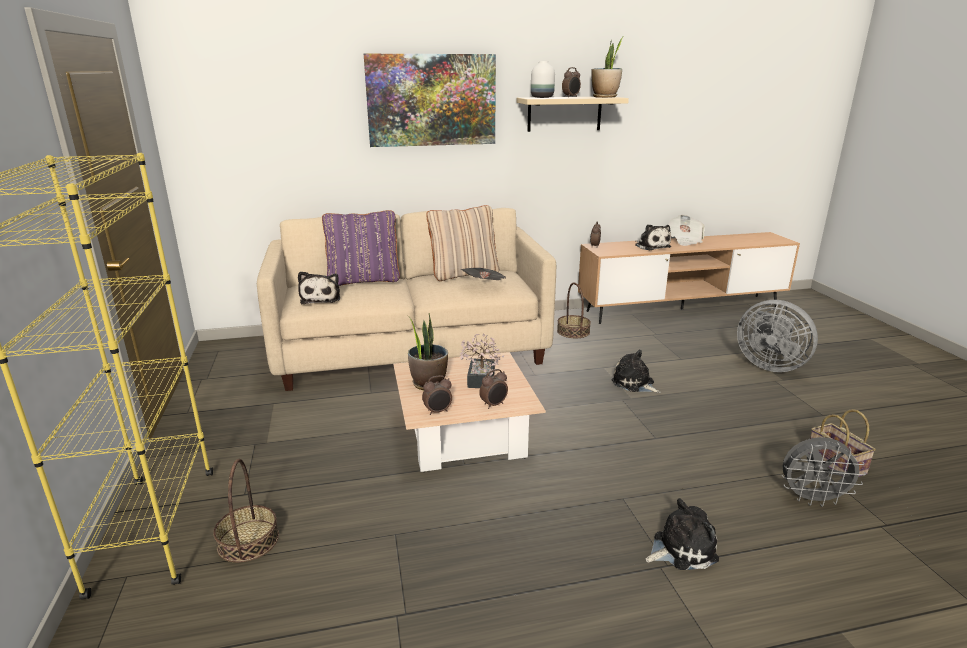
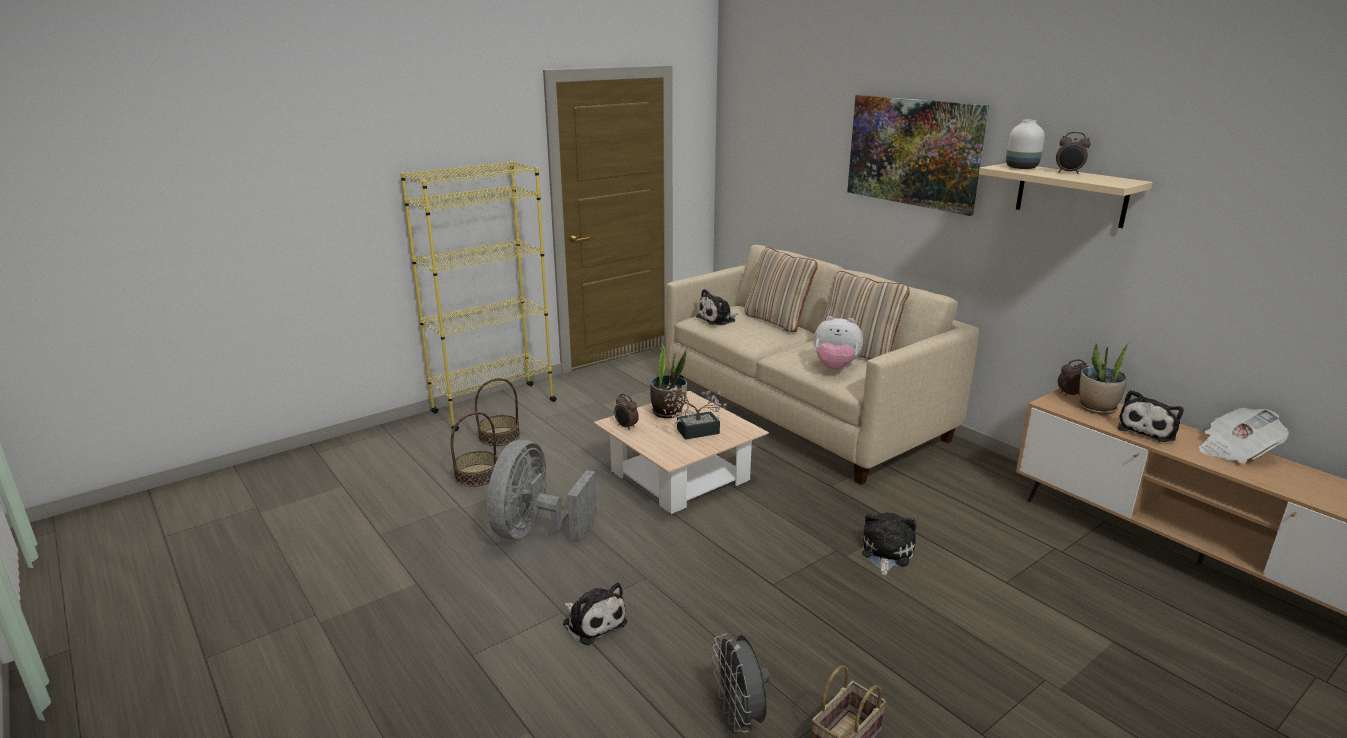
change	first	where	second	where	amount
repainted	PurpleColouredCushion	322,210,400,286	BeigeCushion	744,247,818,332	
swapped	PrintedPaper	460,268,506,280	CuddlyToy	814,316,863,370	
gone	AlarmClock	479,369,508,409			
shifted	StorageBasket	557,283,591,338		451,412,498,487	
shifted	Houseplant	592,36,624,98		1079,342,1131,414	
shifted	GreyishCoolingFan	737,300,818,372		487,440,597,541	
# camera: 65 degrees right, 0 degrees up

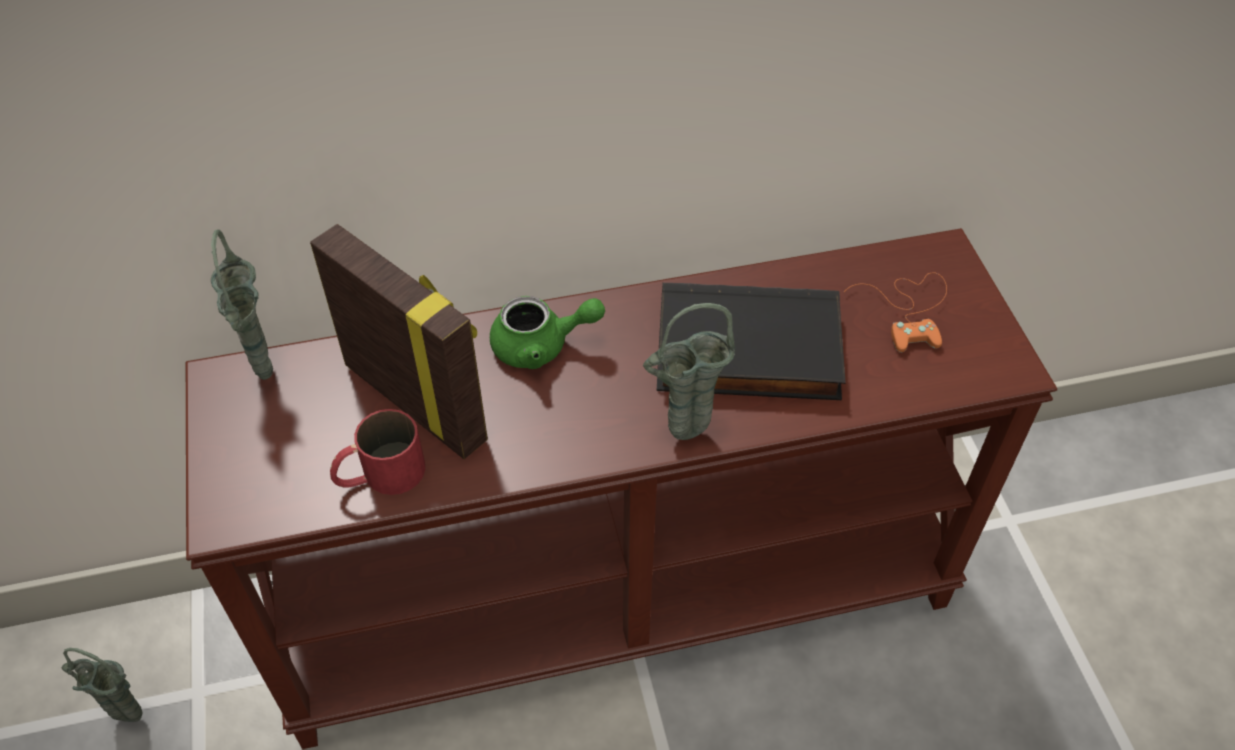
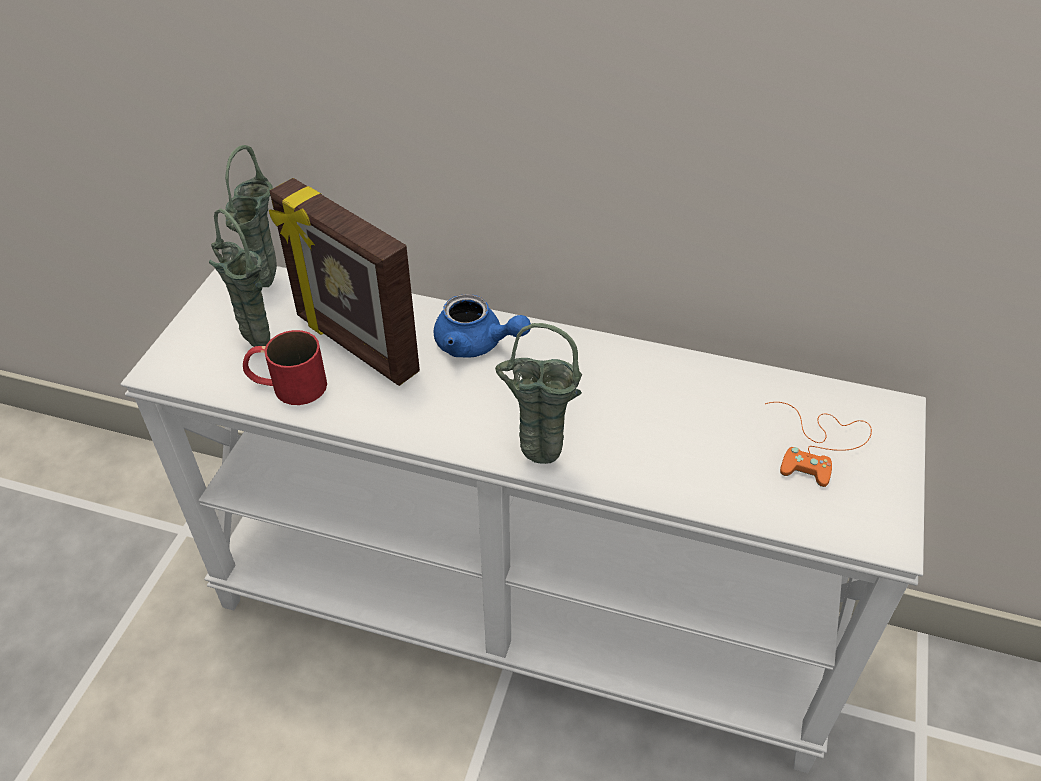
change	first	where	second	where	amount
shifted	GreenishVase	61,648,143,722		209,208,270,347	
repainted	BrownColouredNarrowTable	186,228,1057,749	WhiteColouredNarrowTable	121,258,926,773	
rotated	PictureFrame	310,224,488,459		269,178,420,386	150 degrees clockwise
repainted	GreenishTeaPot	490,296,605,369	BlueColouredTeaPot	434,294,531,358	
gone	BlackBoundBook	657,283,846,400			
# camera: 30 degrees right, 5 degrees down

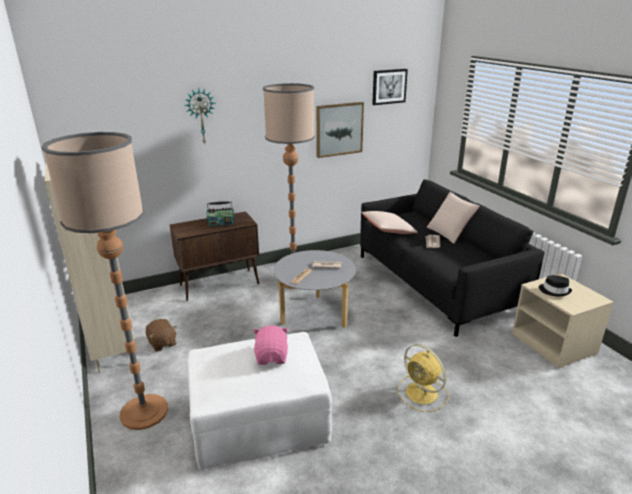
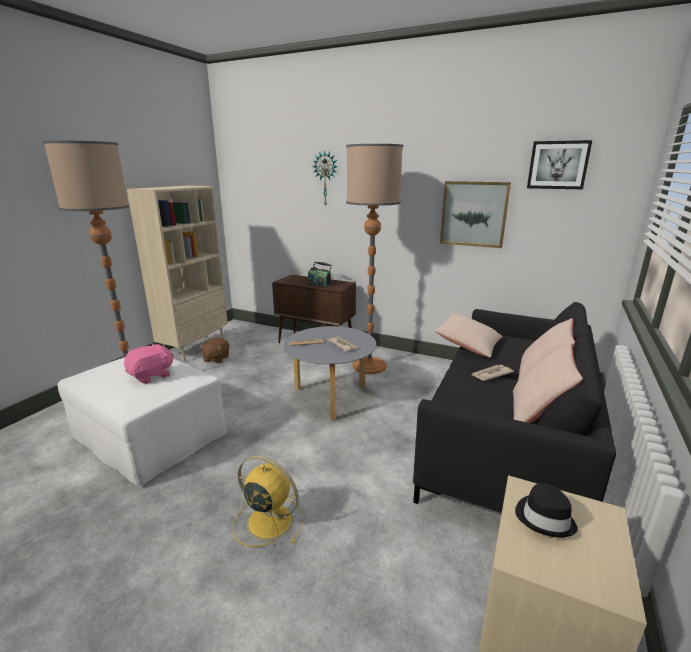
change	first	where	second	where	amount
rotated	YellowishCoolingFan	397,344,449,412		233,456,304,547	105 degrees clockwise
new			BeigeCushion	513,343,583,423	
# camera: 50 degrees right, 5 degrees down

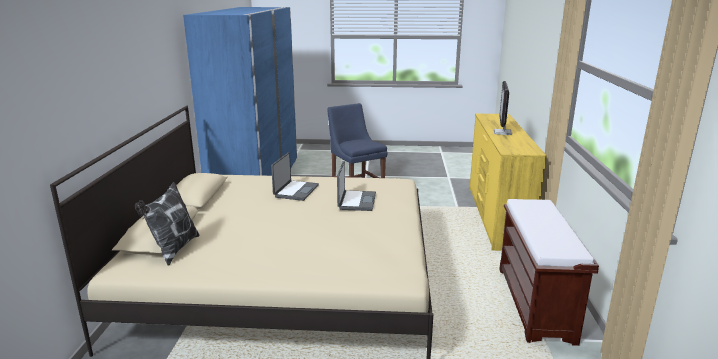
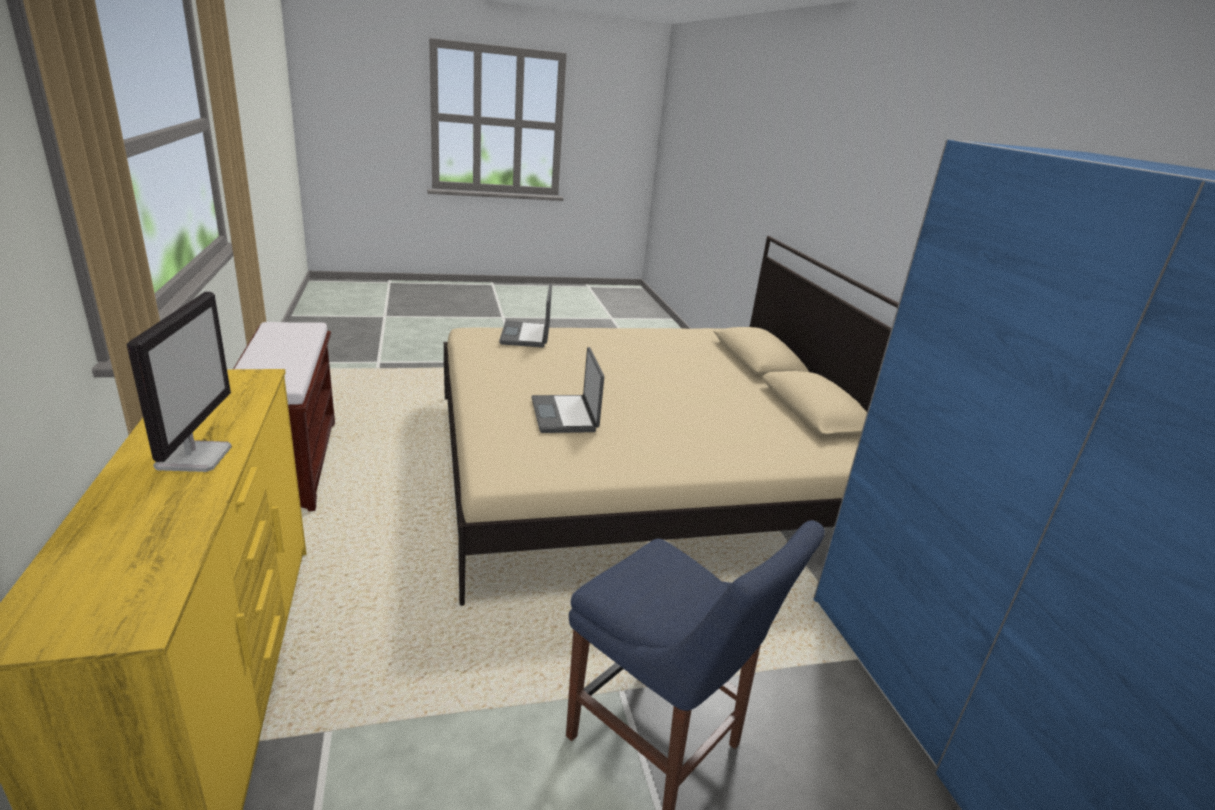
change	first	where	second	where	amount
gone	Cushion	135,182,200,266			
shifted	Laptop	271,152,319,201		499,284,552,348	
# camera: 160 degrees right, 5 degrees up

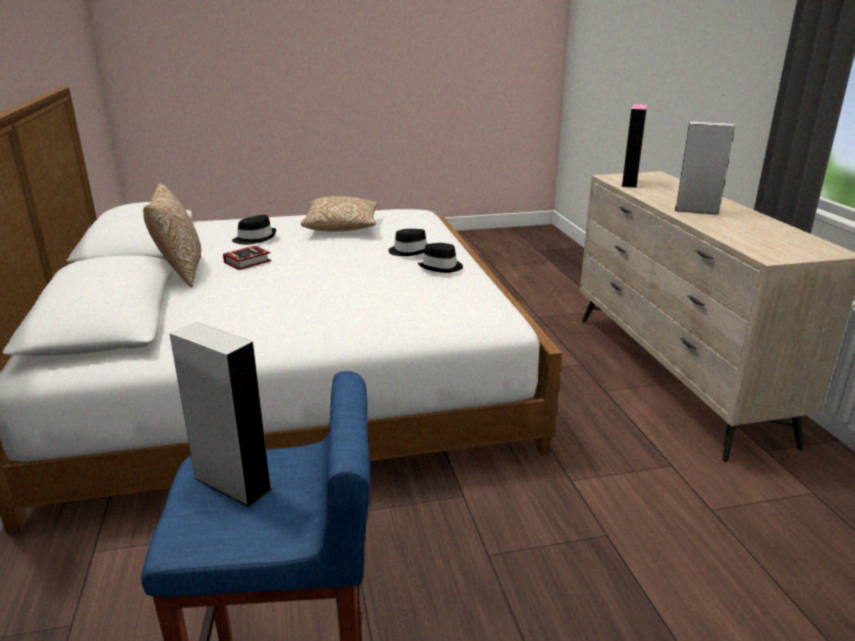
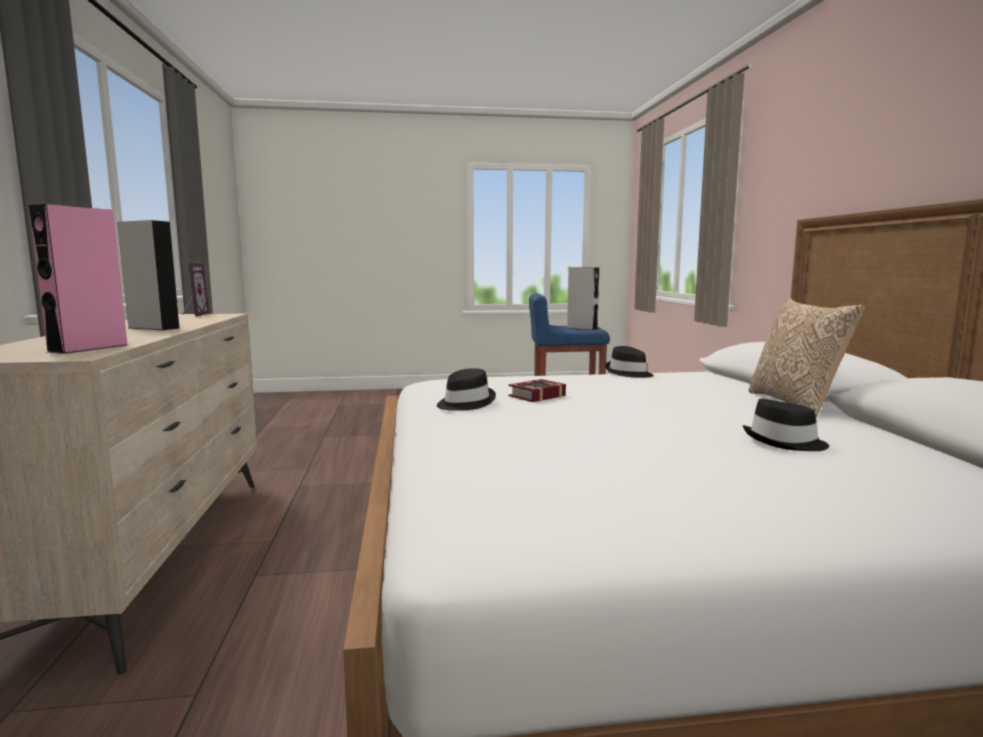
change	first	where	second	where	amount
shifted	BoundBook	223,246,271,270		508,379,566,402	
gone	Cushion	301,196,378,232			
shifted	BlackHat	388,229,427,256		605,346,654,378	
new			PictureFrame	182,263,210,317	
# camera: 175 degrees left, 15 degrees down

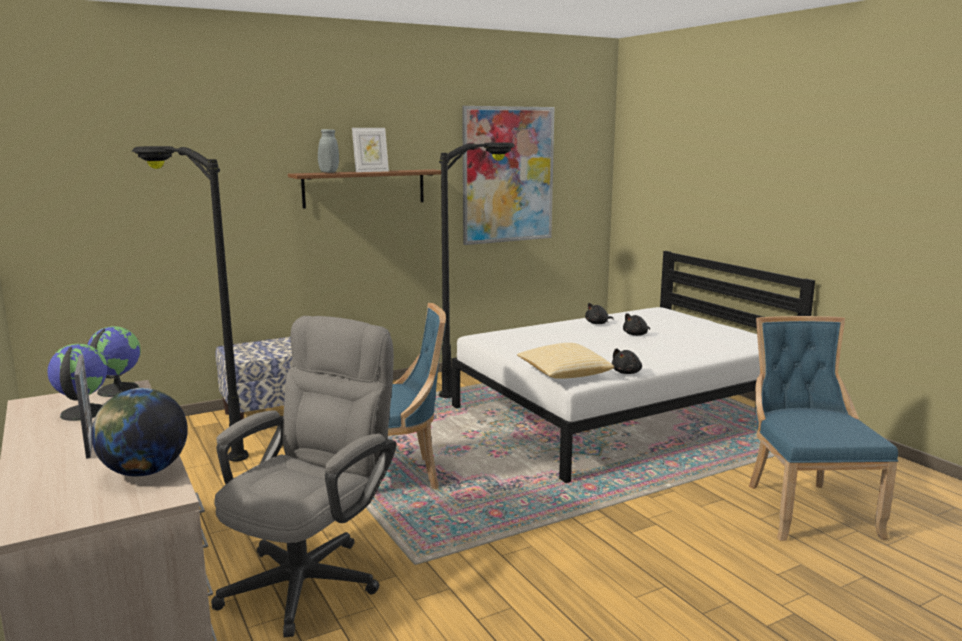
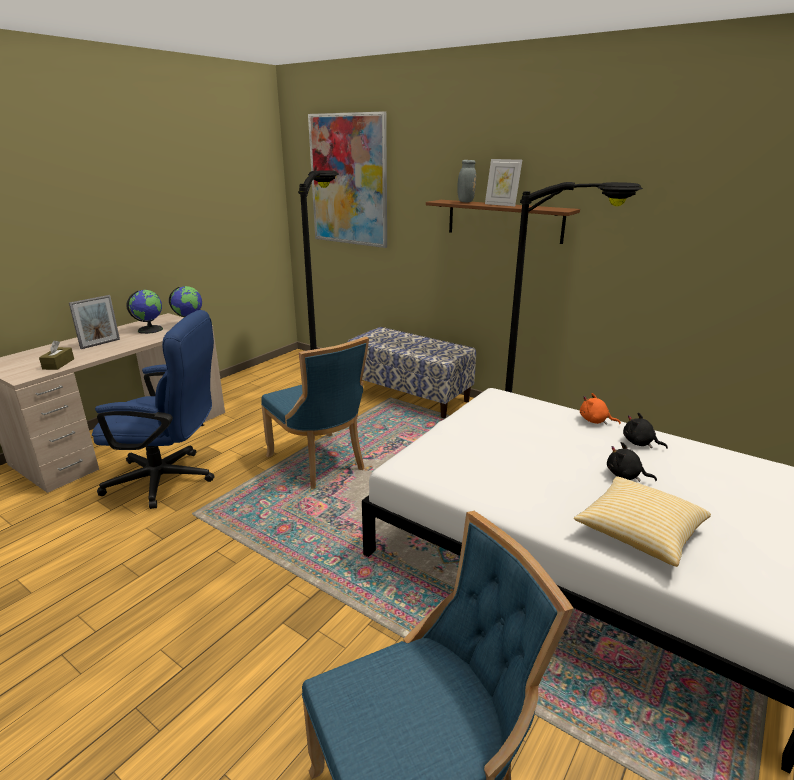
change	first	where	second	where	amount
swapped	WorldGlobe	91,388,188,477	BrownColouredTissueBox	39,340,74,370	
repainted	GreyishDeskChair	211,316,397,637	BlueColouredDeskChair	92,310,214,509	
shifted	WallPicture	462,106,554,245		308,111,387,248	
shifted	Cushion	517,343,614,379		574,477,711,567	
gone	BlackCuddlyToy	612,348,642,374			
new			OrangeColouredCuddlyToy	580,393,621,425	
# camera: 65 degrees right, 10 degrees up

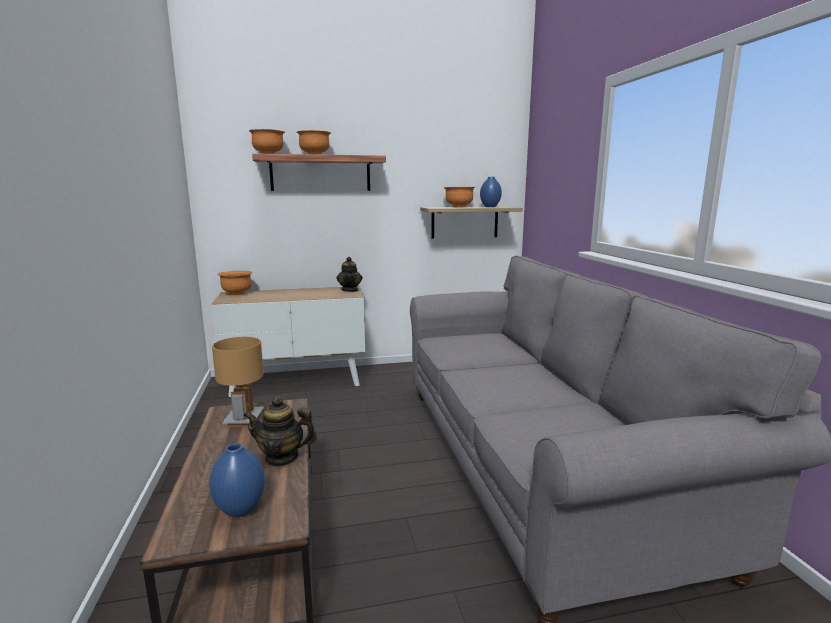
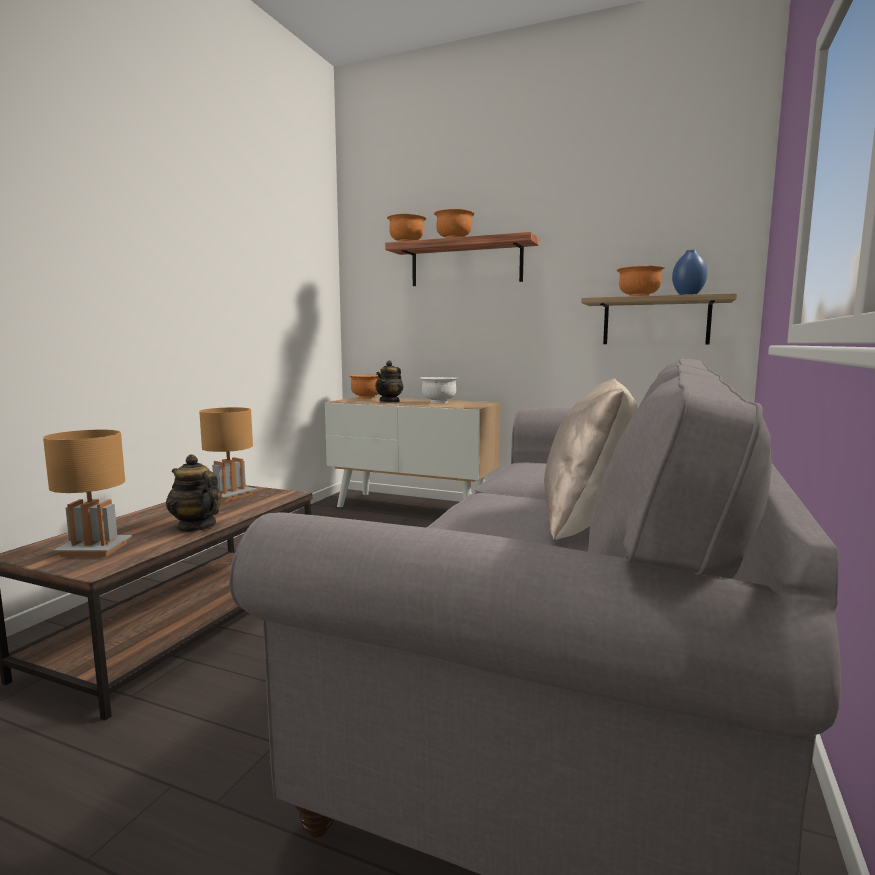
change	first	where	second	where	amount
swapped	BlueColouredVase	209,443,265,517	BrownColouredTableLamp	43,429,132,557	
shifted	TeaPot	337,257,362,292		375,360,403,402	
new			WhiteColouredDeepDish	420,377,458,403	
new			BeigeCushion	544,378,638,540	
# camera: 35 degrees right, 5 degrees down

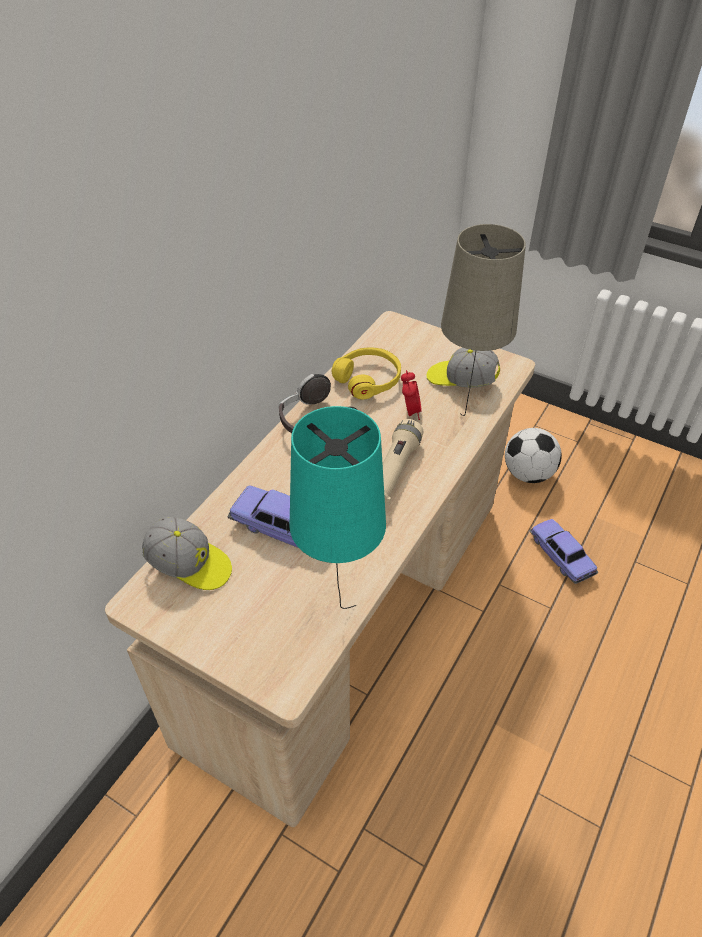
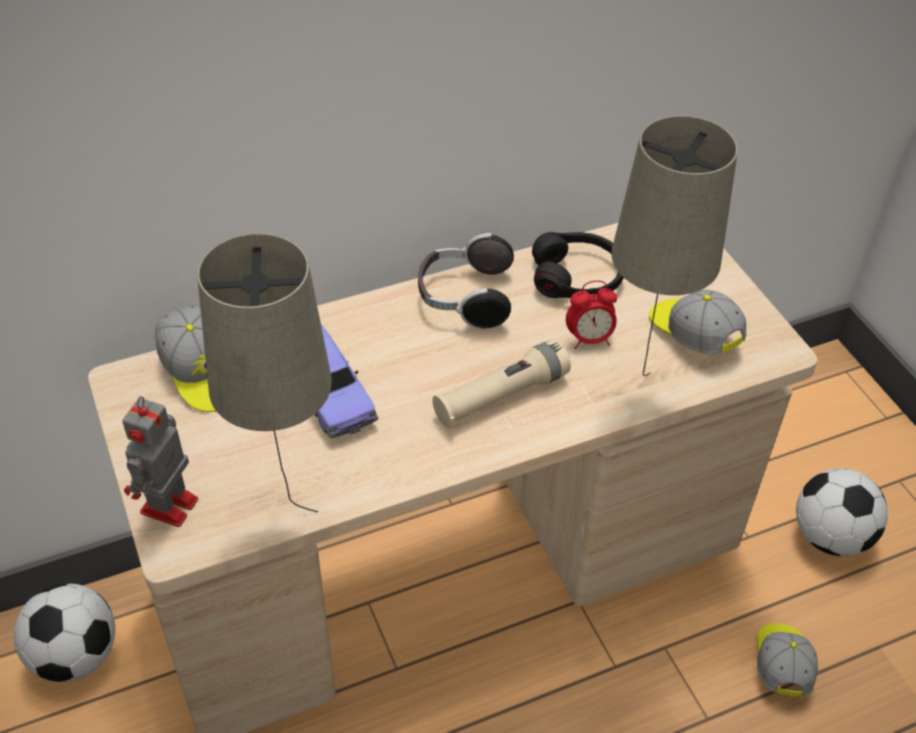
change	first	where	second	where	amount
repainted	BlueGreenTableLamp	290,406,386,609	BeigeTableLamp	197,233,332,512	
repainted	YellowishPairOfHeadphones	332,348,401,399	BlackPairOfHeadphones	532,232,624,298	
rotated	AlarmClock	401,370,422,420		566,281,617,349	45 degrees clockwise
swapped	ModelCar	530,519,598,584	PeakedCap	757,623,818,697	
new			FootballBall	14,584,115,682	
new			ModelRobot	122,397,198,527	
# camera: 35 degrees right, 0 degrees up

